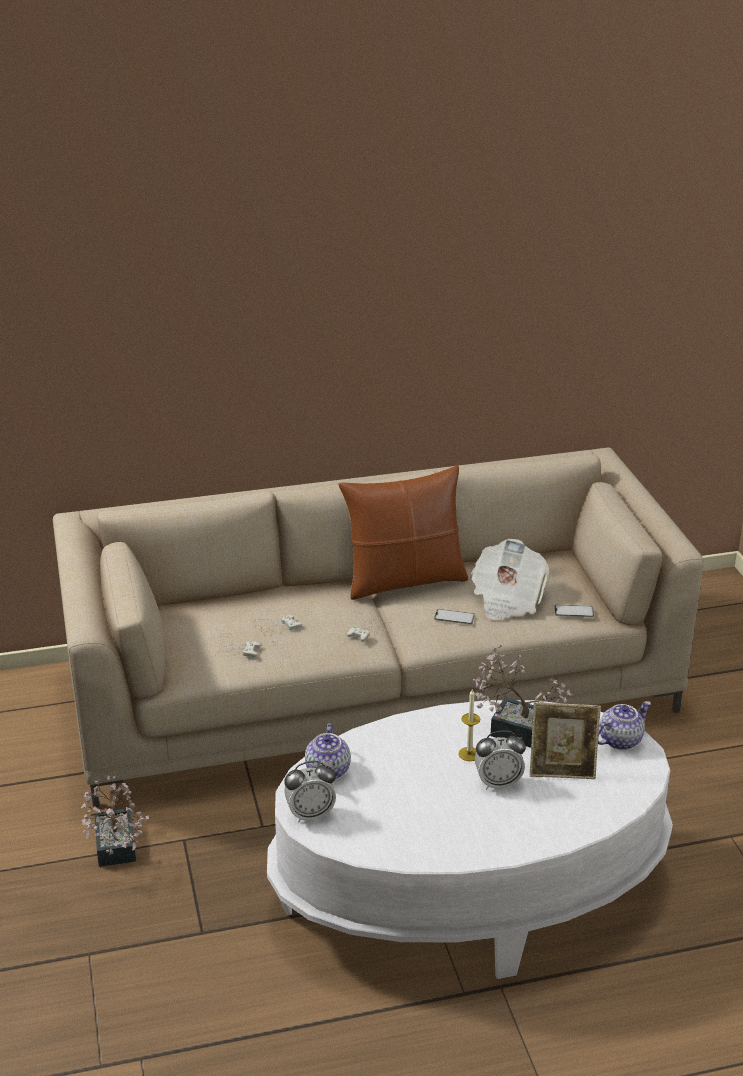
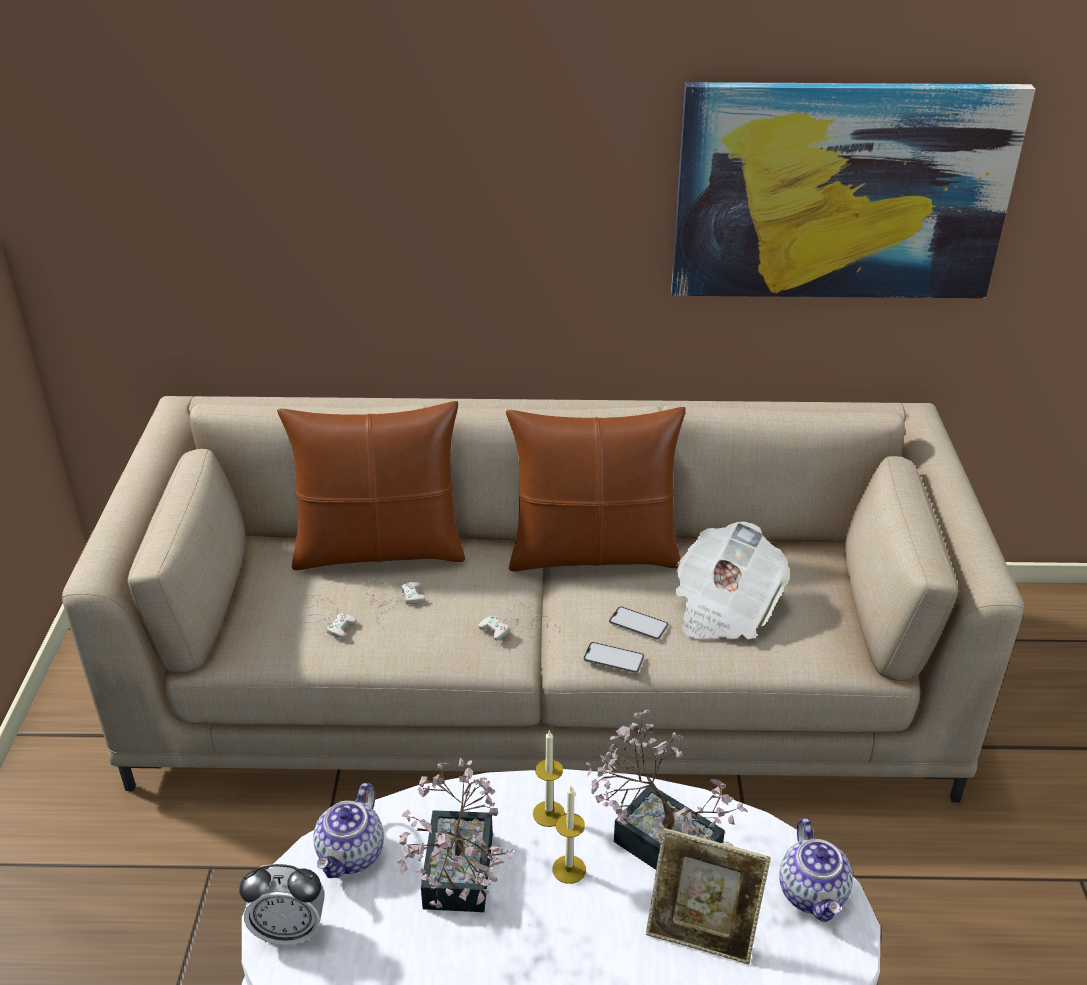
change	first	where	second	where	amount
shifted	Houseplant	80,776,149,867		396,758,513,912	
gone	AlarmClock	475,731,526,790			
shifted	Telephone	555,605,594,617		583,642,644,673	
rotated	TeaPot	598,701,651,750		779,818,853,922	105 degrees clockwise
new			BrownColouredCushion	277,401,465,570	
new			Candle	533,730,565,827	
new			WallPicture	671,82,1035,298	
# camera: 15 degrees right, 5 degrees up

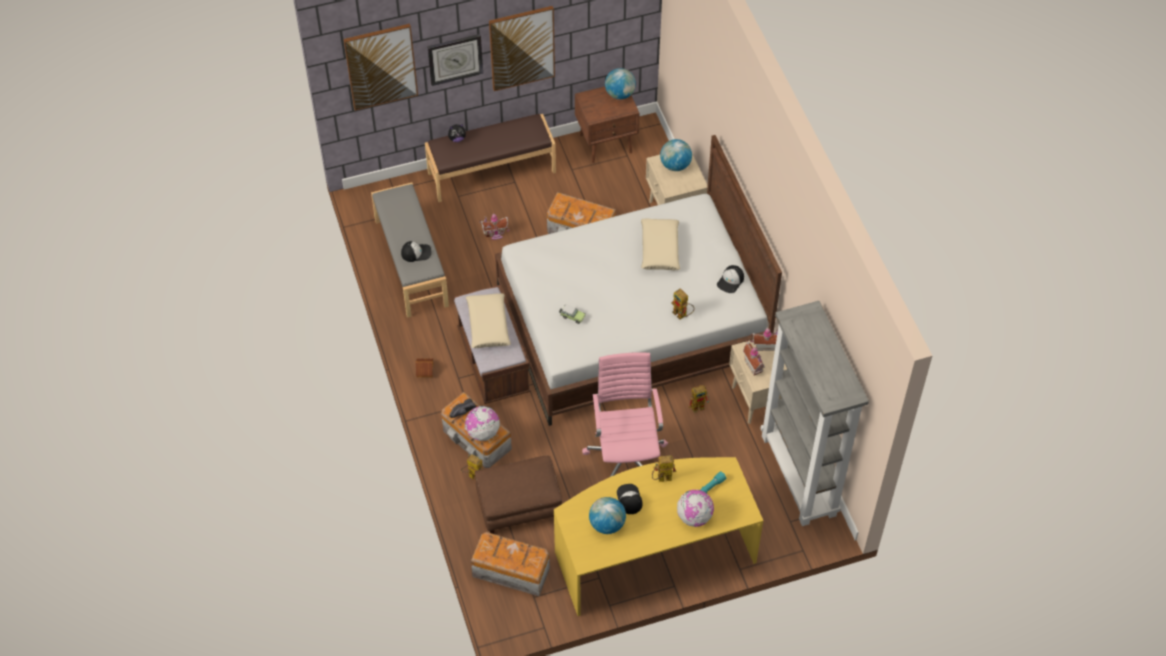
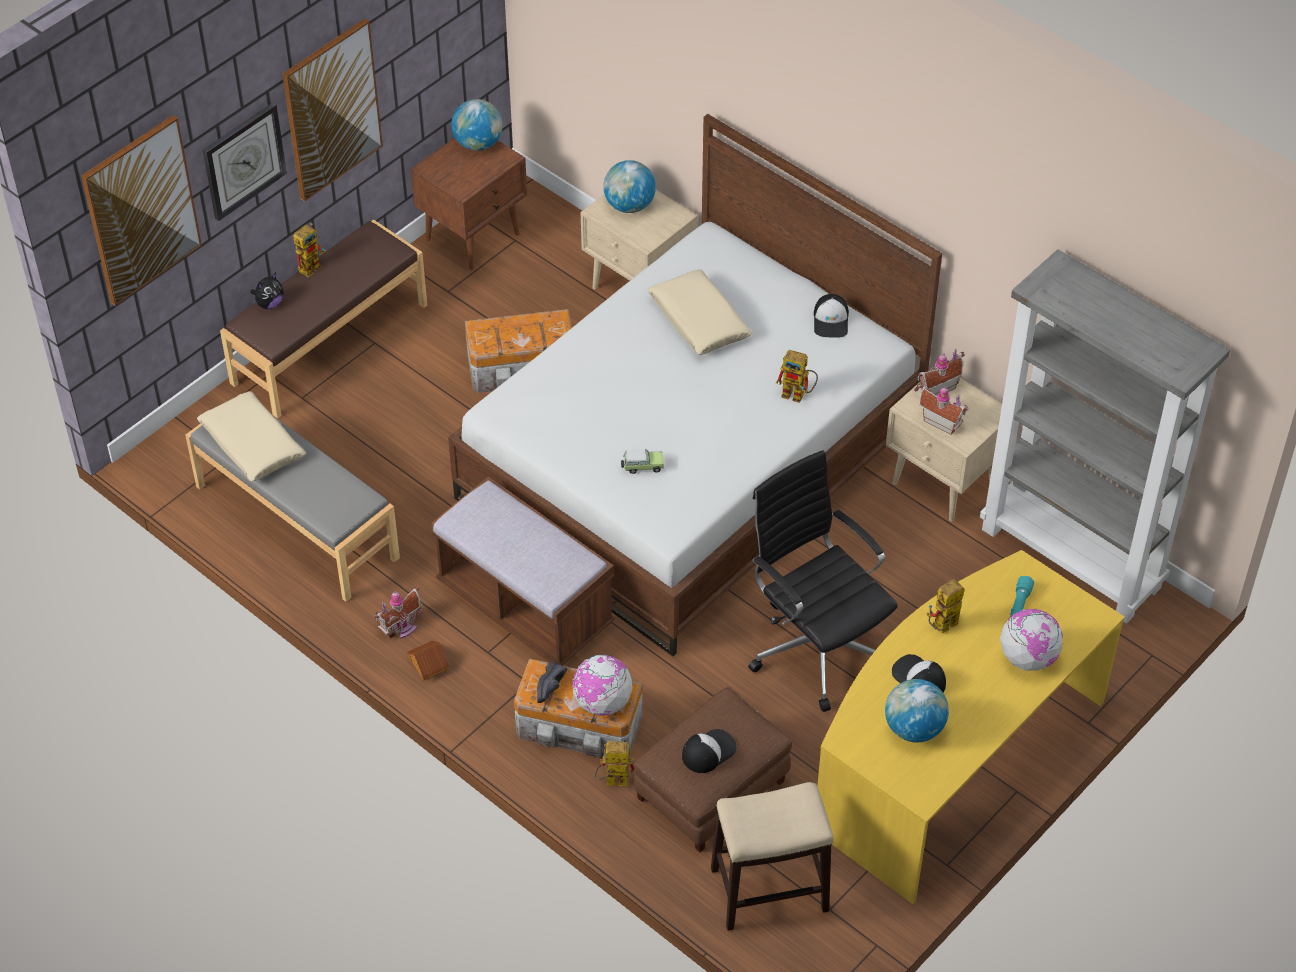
change	first	where	second	where	amount
shifted	PeakedCap	401,241,432,262		682,729,737,773	
shifted	BeigeCushion	466,293,511,348		197,391,306,481	
swapped	StorageBox	471,532,550,597	StoolSeat	711,782,833,931	
shifted	MiniatureHouse	479,214,510,240		374,587,424,639	
repainted	PinkDeskChair	582,352,668,477	BlackDeskChair	748,450,897,712	
shifted	ModelRobot	689,385,710,413		293,223,326,278	
# camera: 30 degrees left, 5 degrees down

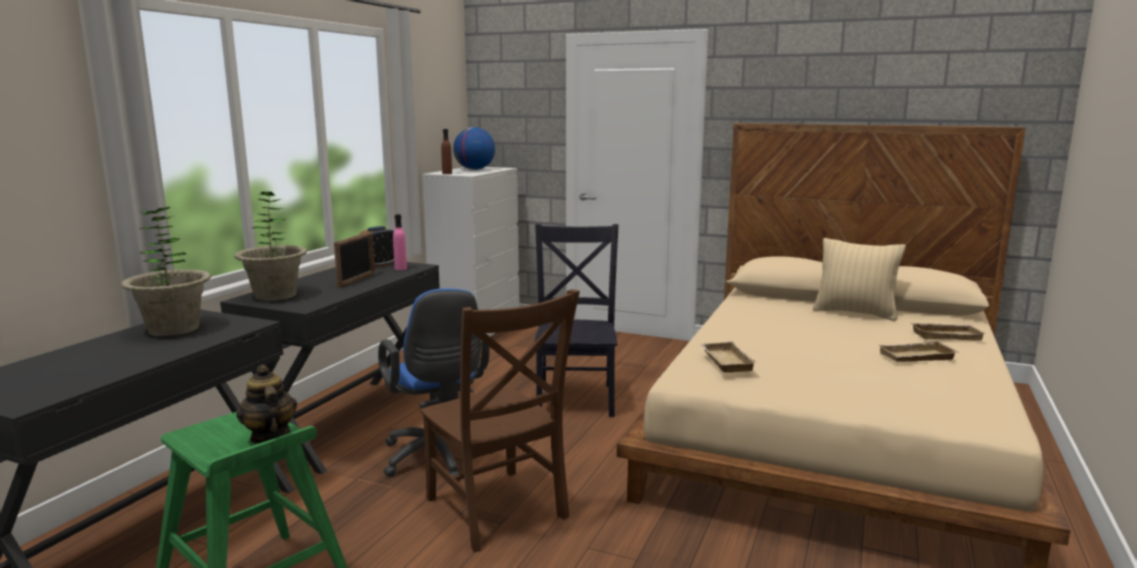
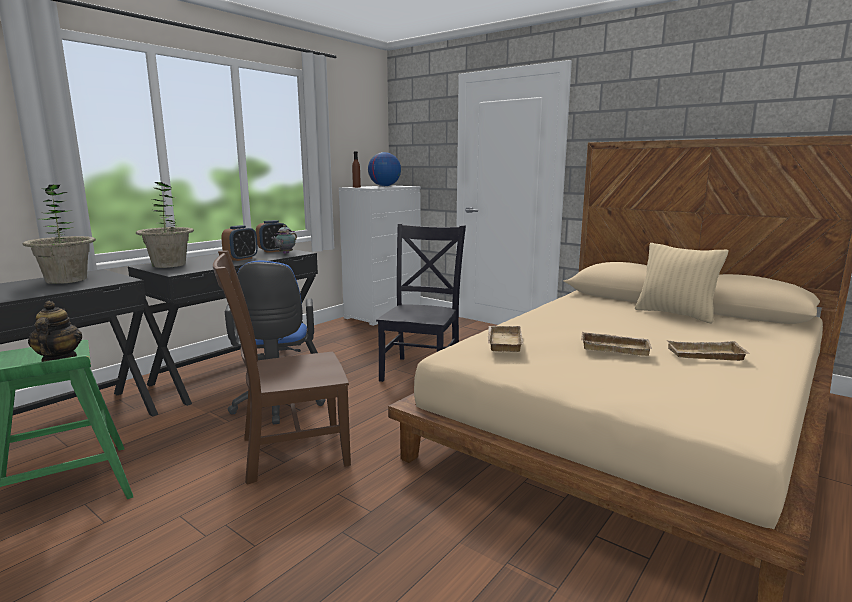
change	first	where	second	where	amount
swapped	PictureFrame	334,232,375,288	AlarmClock	221,225,258,261	
swapped	PinkBottle	393,214,407,270	TeaPot	272,225,297,254	
rotated	BrownColouredUprightChair	420,289,580,552		213,251,351,485	90 degrees clockwise
shifted	BeigeServingTray	911,323,986,340		581,332,652,356	
# camera: 15 degrees right, 0 degrees up

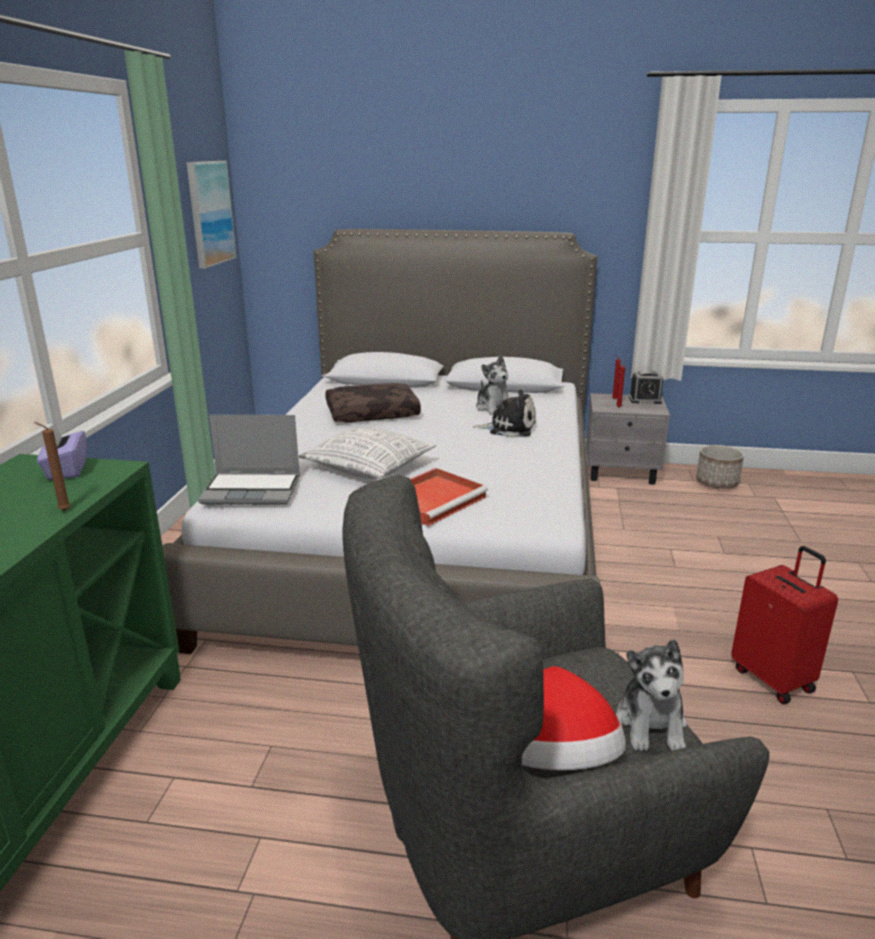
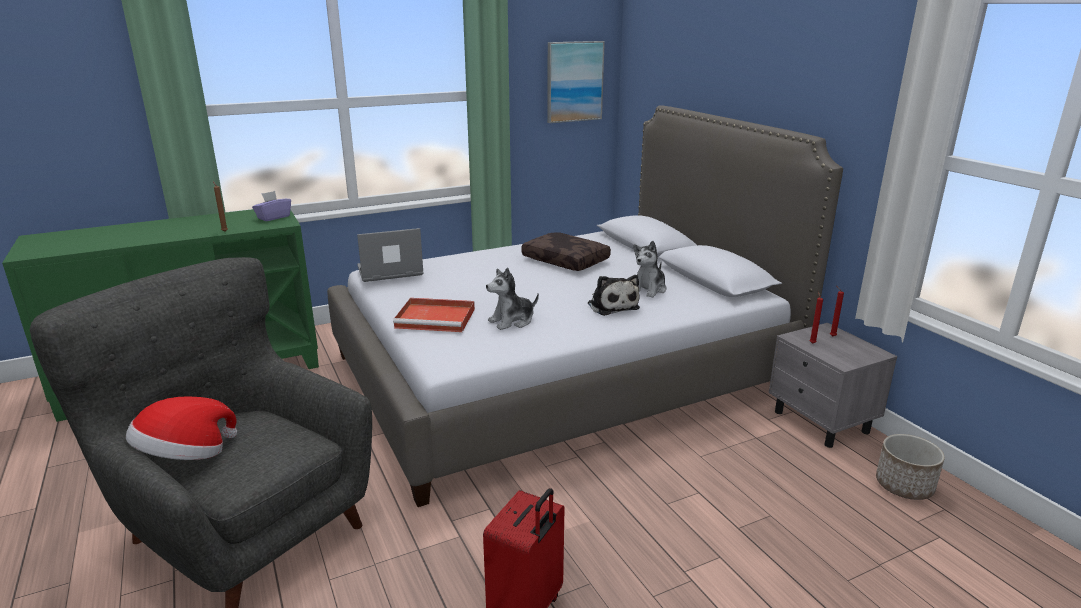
change	first	where	second	where	amount
rotated	Laptop	198,415,300,505		357,228,424,282	105 degrees clockwise
gone	Cushion	299,426,436,479			
shifted	CuddlyToy	616,639,687,751		486,267,539,330	
gone	AlarmClock	629,370,663,404			
# camera: 55 degrees right, 0 degrees up

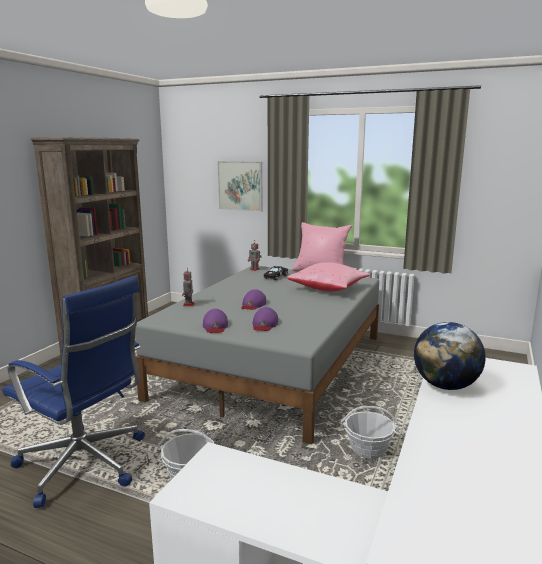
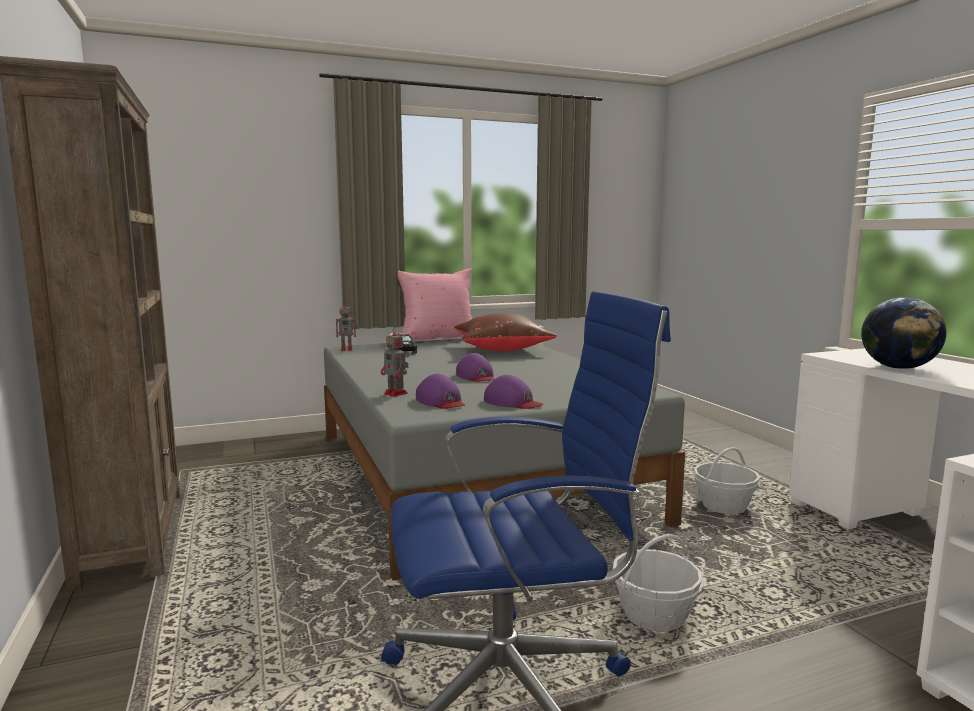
change	first	where	second	where	amount
gone	WallPicture	218,161,262,212			
shifted	PurpleColouredPeakedCap	253,307,278,331		416,374,465,409	
repainted	PinkCushion	287,262,370,291	BrownColouredCushion	454,313,557,351	
# camera: 45 degrees left, 5 degrees down

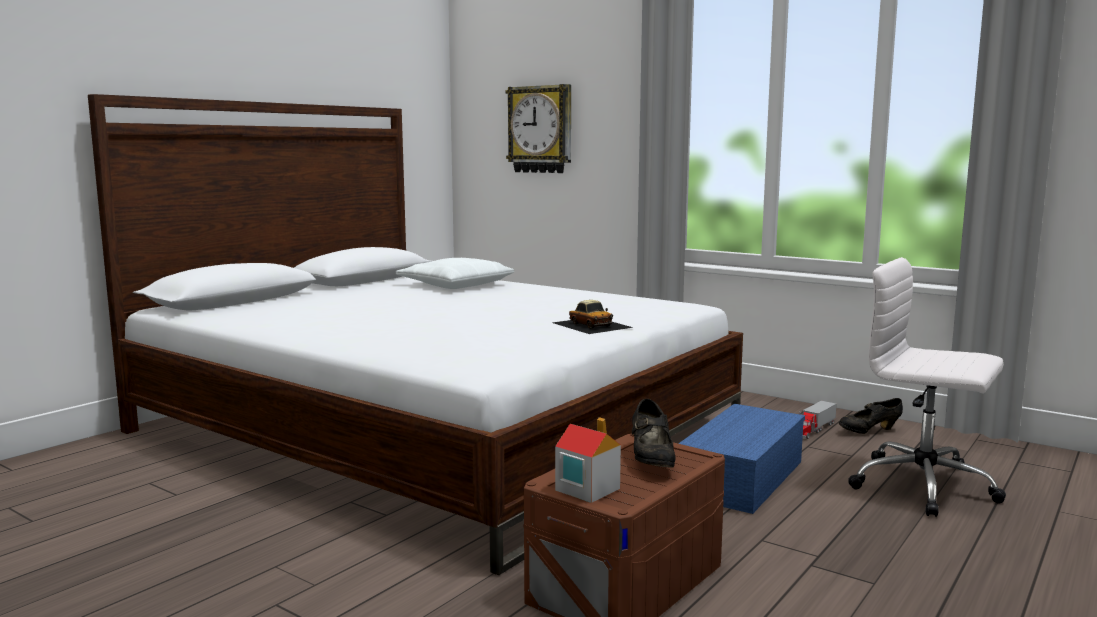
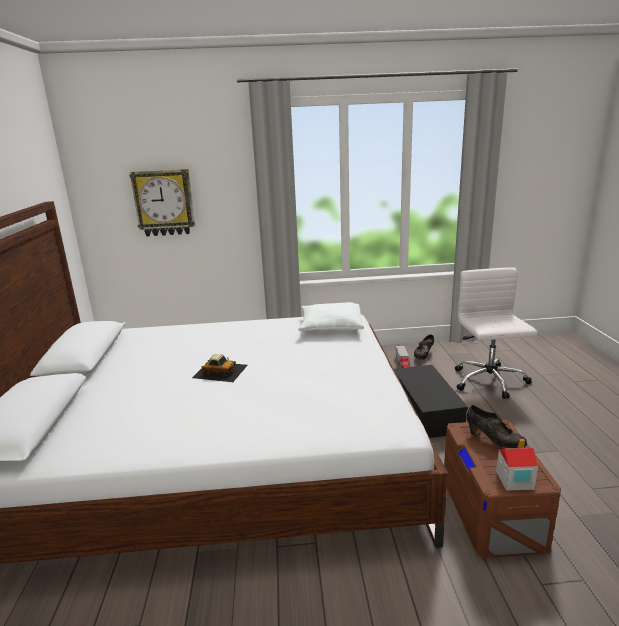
change	first	where	second	where	amount
shifted	WhiteColouredCushion	396,258,514,289		298,302,364,332	
shifted	ModelCar	553,300,633,334		192,354,247,382	
repainted	BlueColouredStorageBox	678,404,805,514	BlackStorageBox	394,365,468,438	
rotated	WhiteColouredDeskChair	848,257,1006,517		455,267,538,399	90 degrees clockwise
# camera: 40 degrees left, 10 degrees up

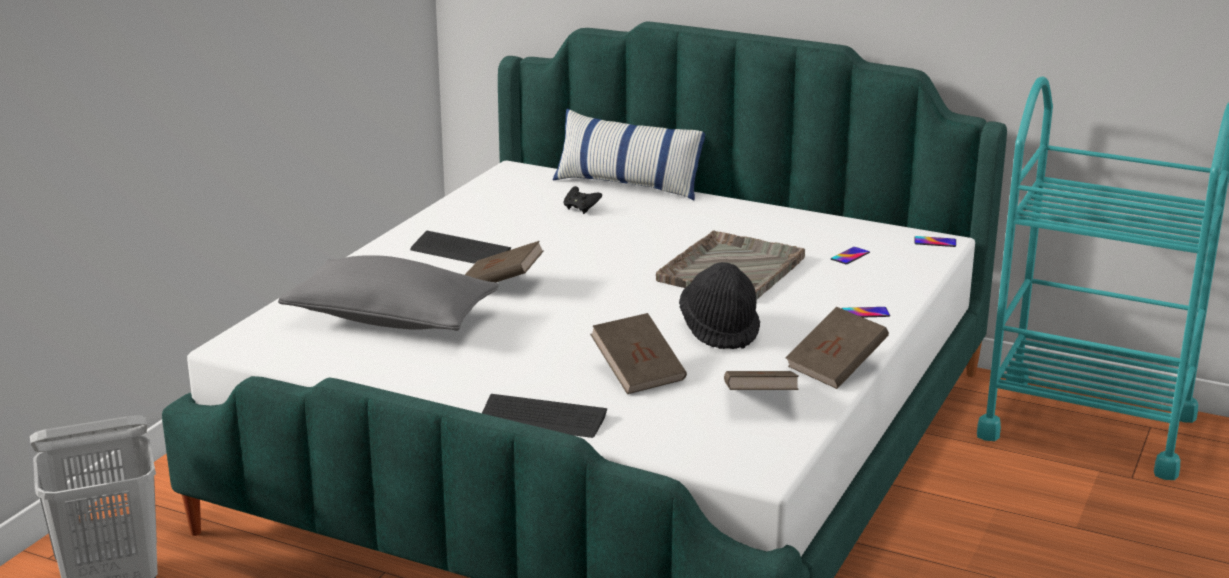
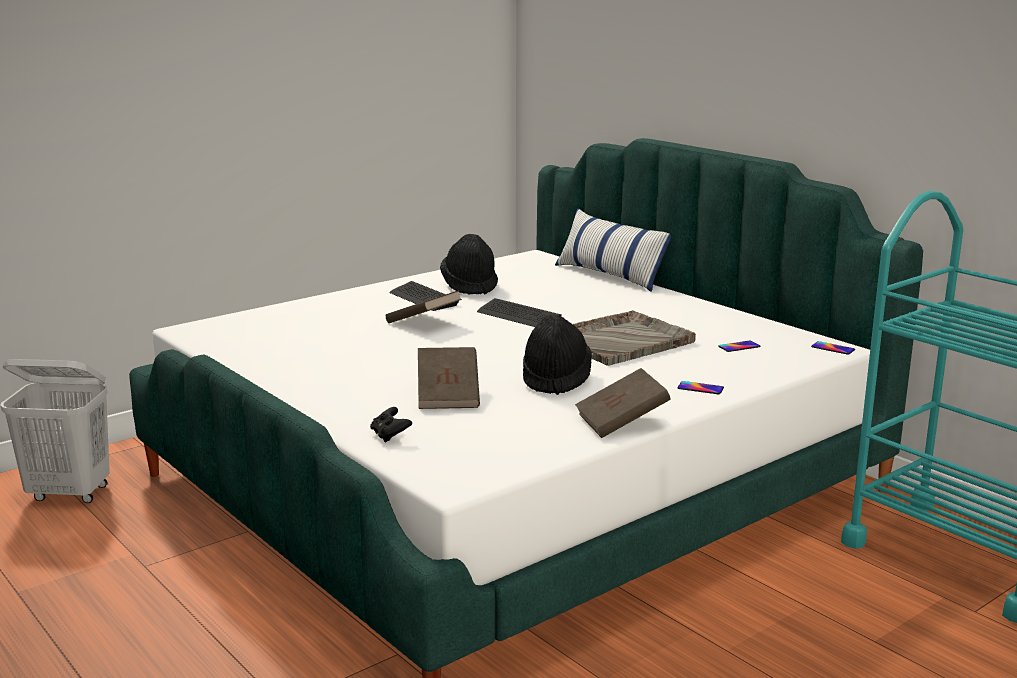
change	first	where	second	where	amount
gone	GreyishCushion	278,255,499,331			
shifted	ComputerKeyboard	482,394,608,438		477,298,562,327	
shifted	BlackGameController	564,186,602,214		370,407,412,443	
gone	BrownColouredBoundBook	724,371,799,390			
new			BlackHat	440,234,498,295	
# camera: 25 degrees right, 5 degrees down

